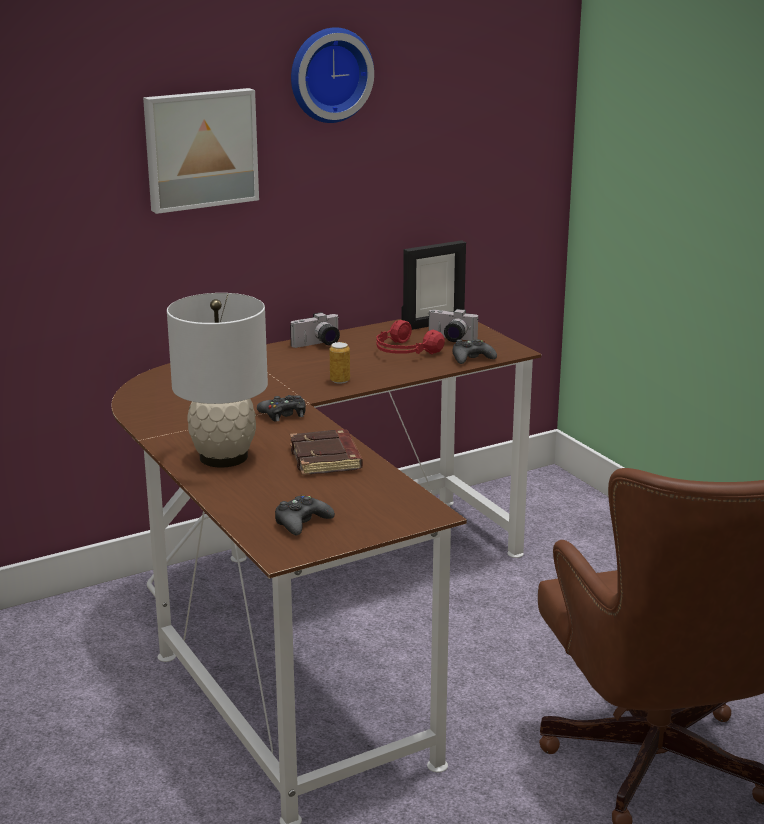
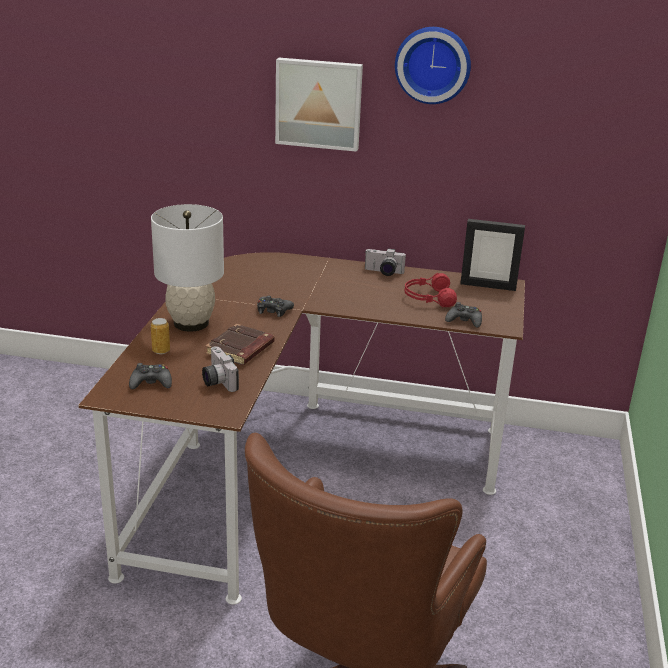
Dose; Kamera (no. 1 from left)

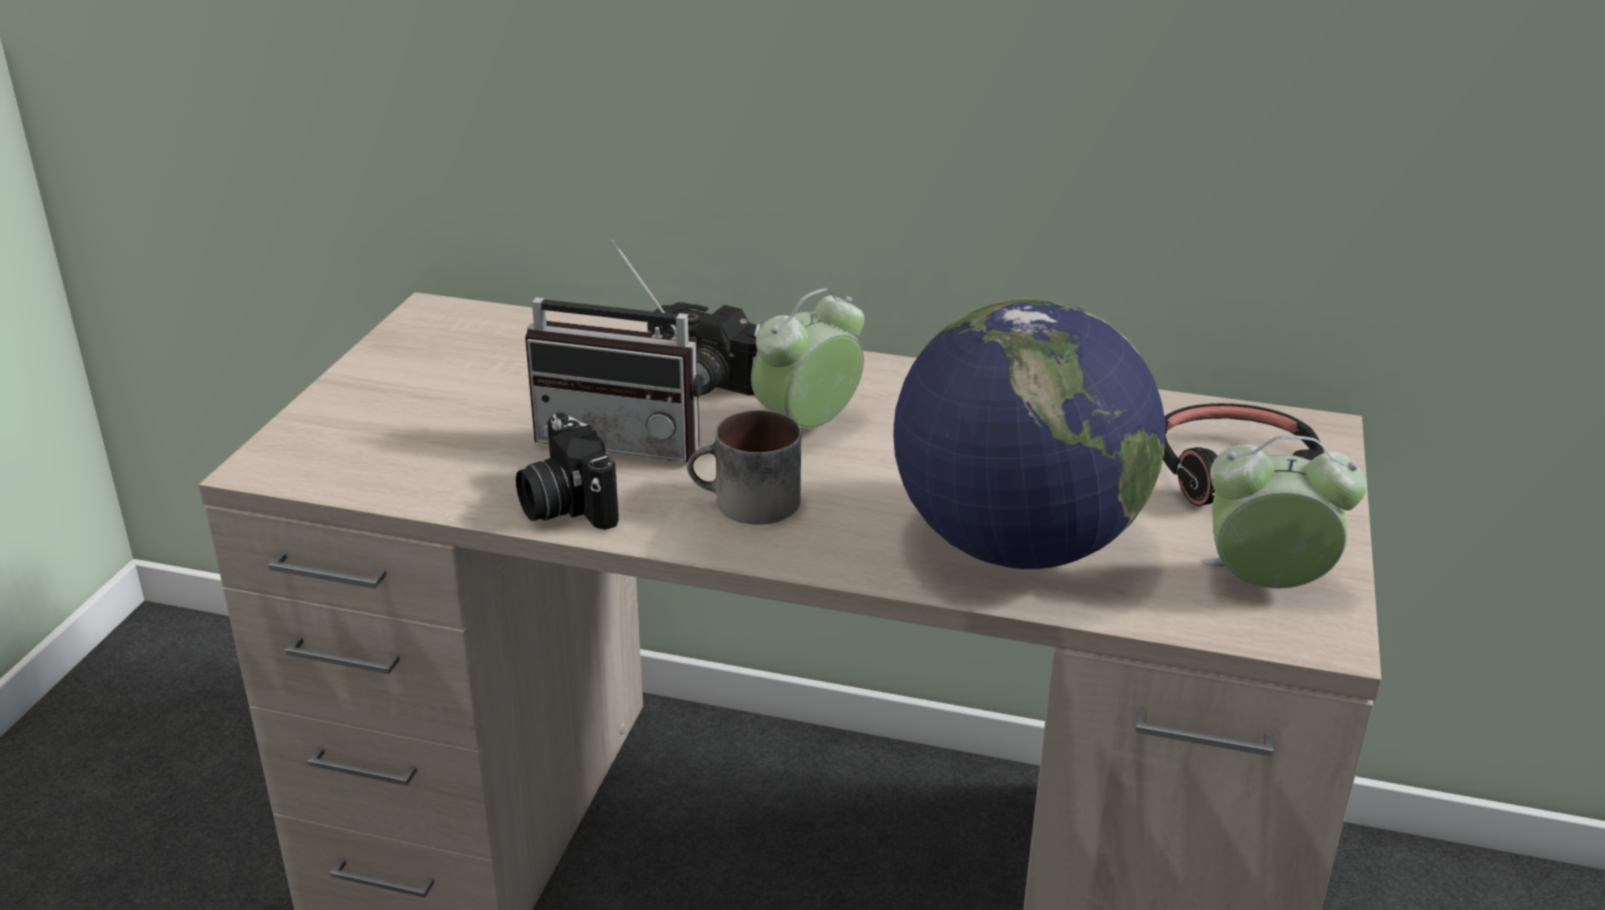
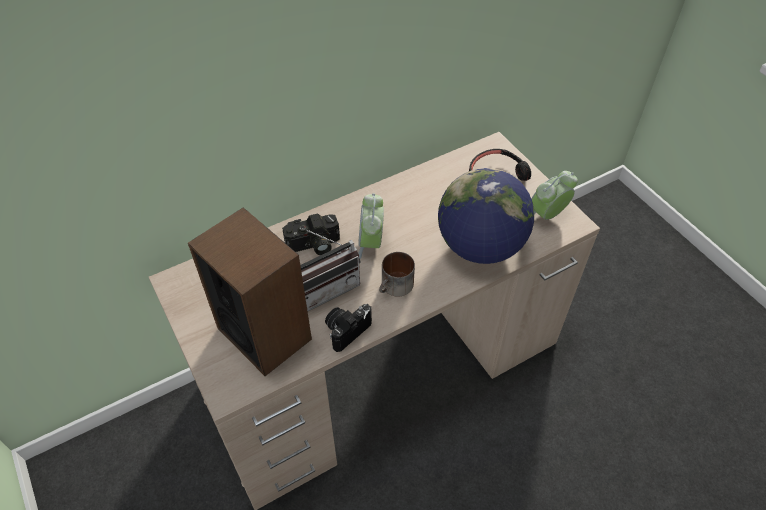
Lautsprecher; Kamera (no. 2 from left)

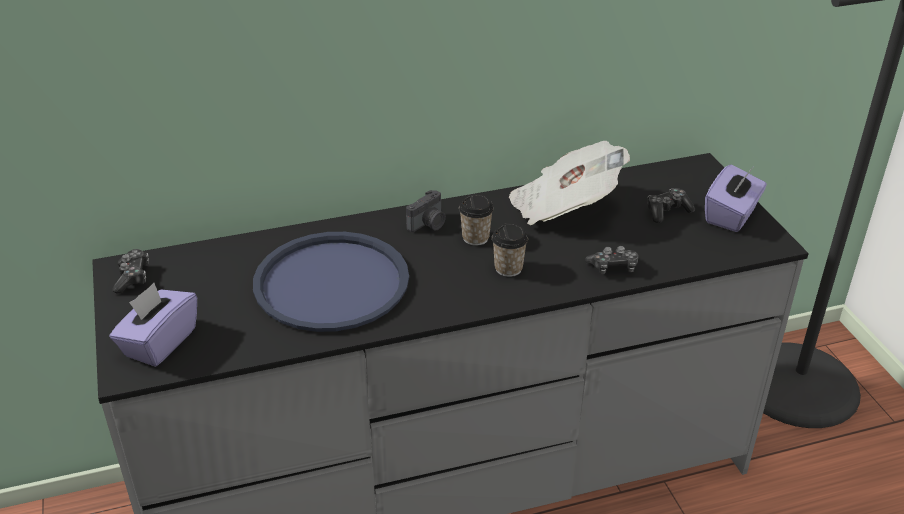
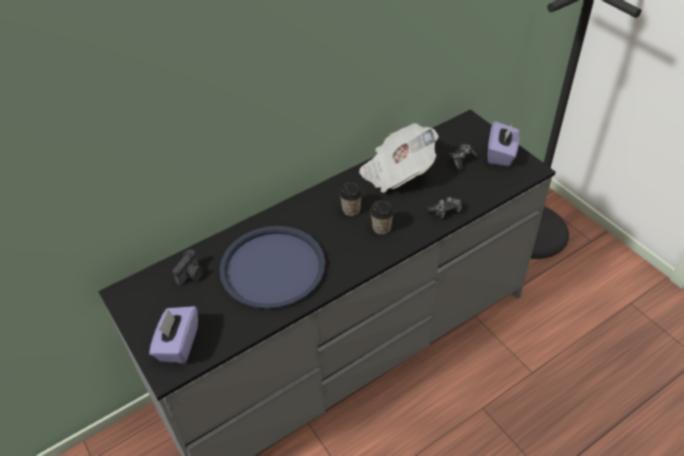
Kamera; Gamepad (no. 1 from left in the first image)

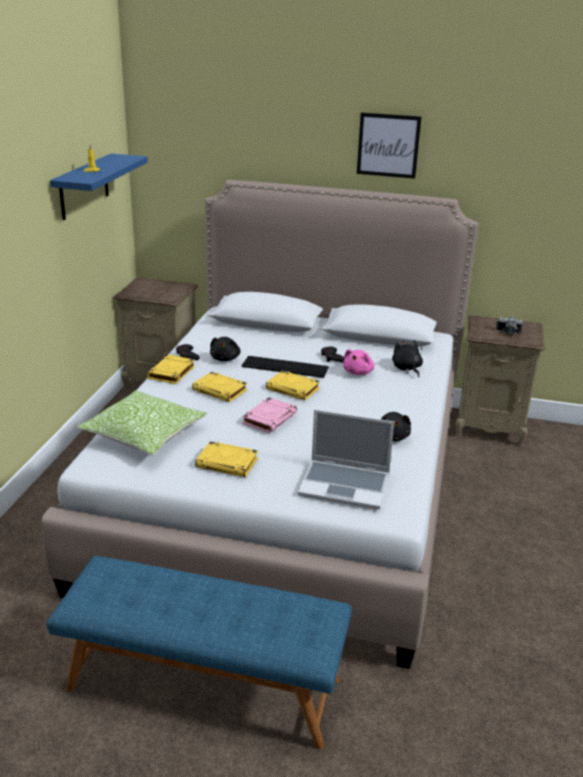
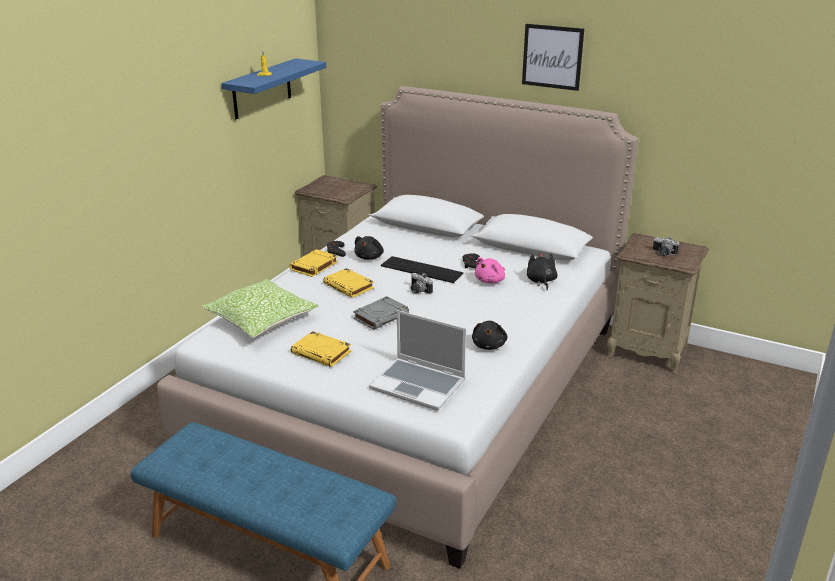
Buch [grau]; Kamera (no. 1 from left)

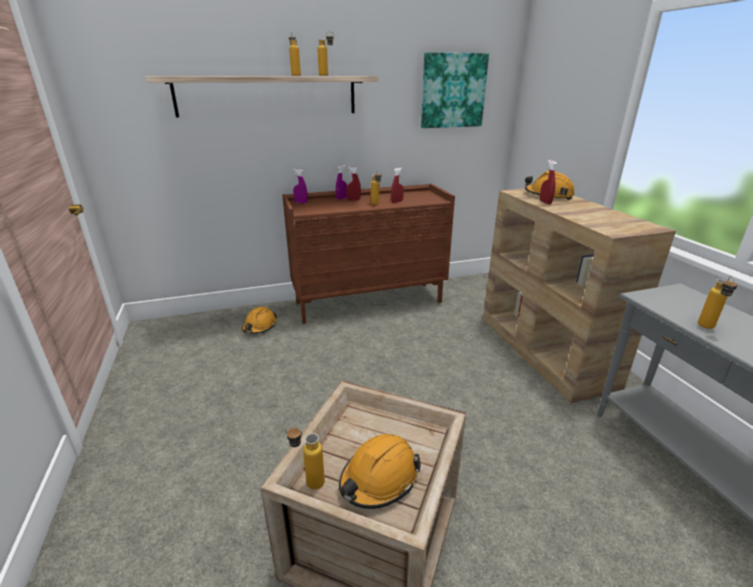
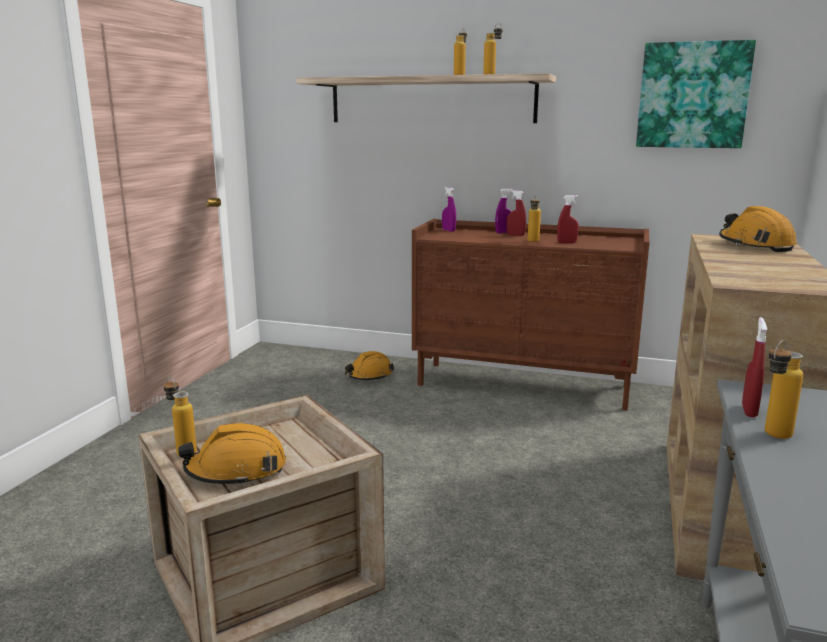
Sprühflasche [rot] (no. 3 from left)

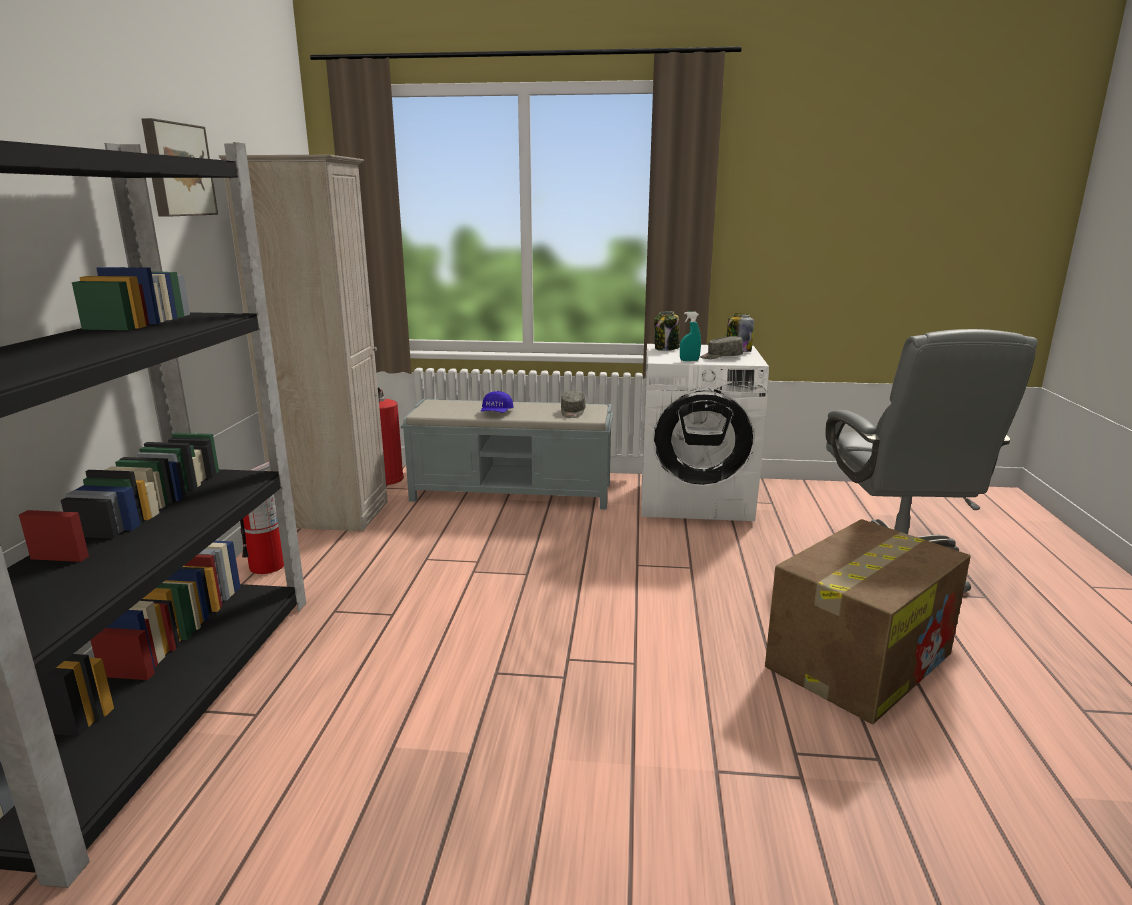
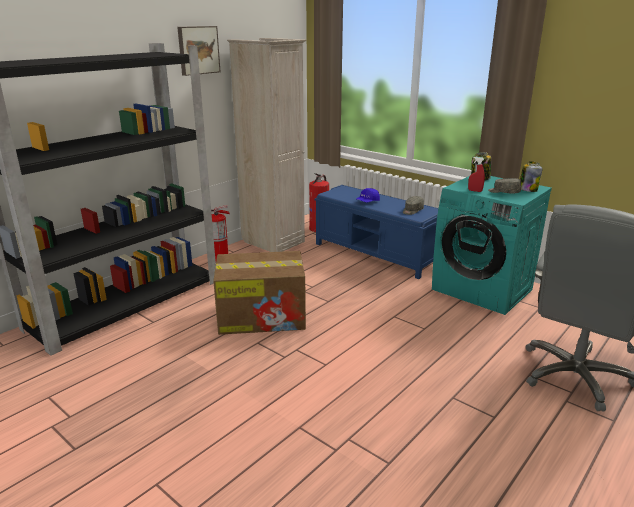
Karton; Bank [blau]; Waschmaschine [türkis]; Sprühflasche [rot]

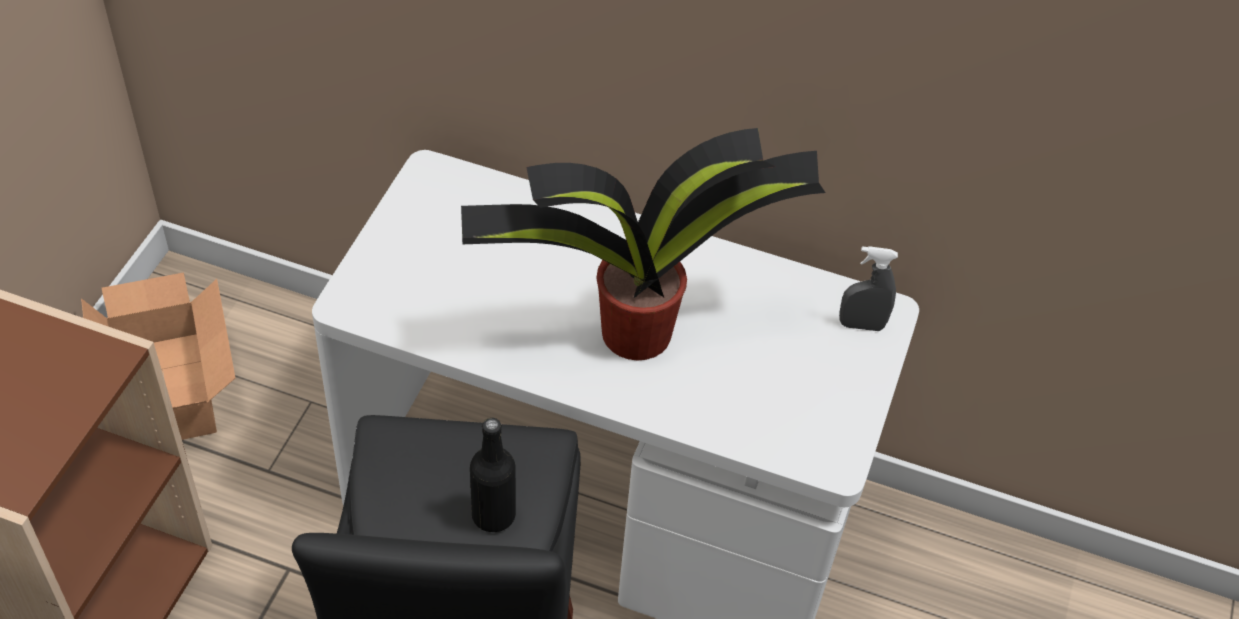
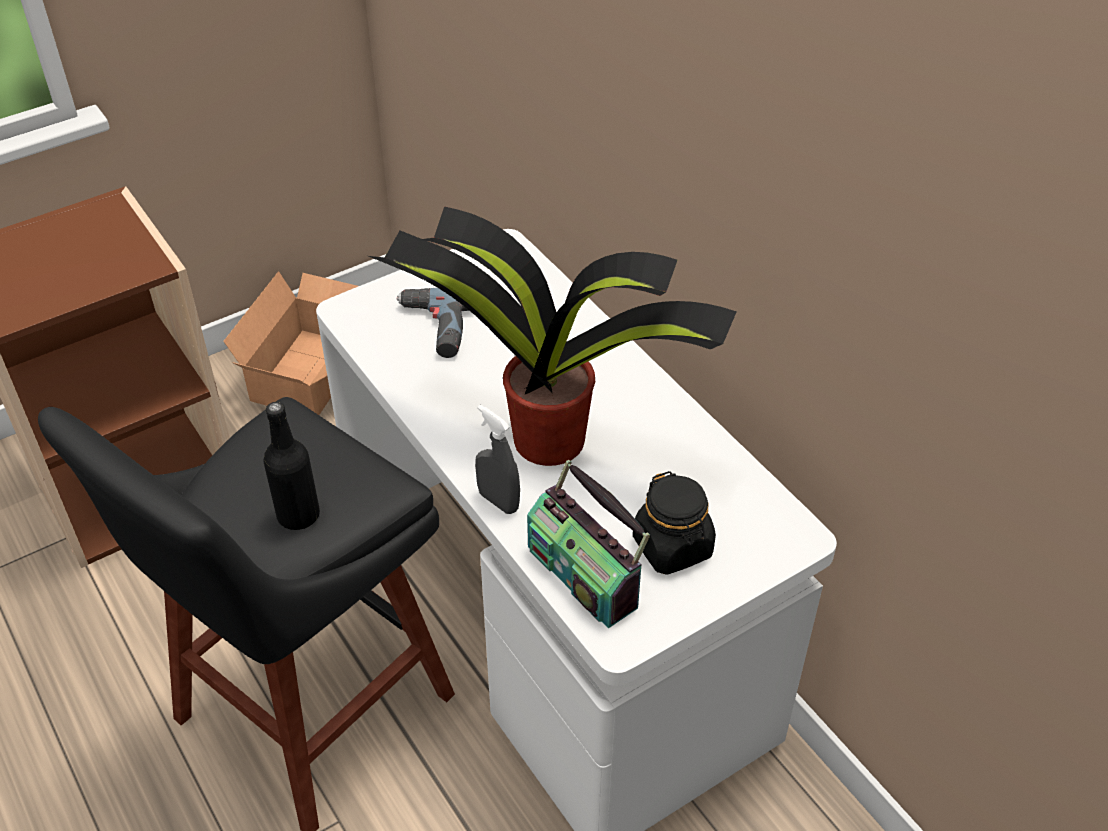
Bohrmaschine; Sprühflasche [grau]; Radio; Vorratsglas [schwarz]

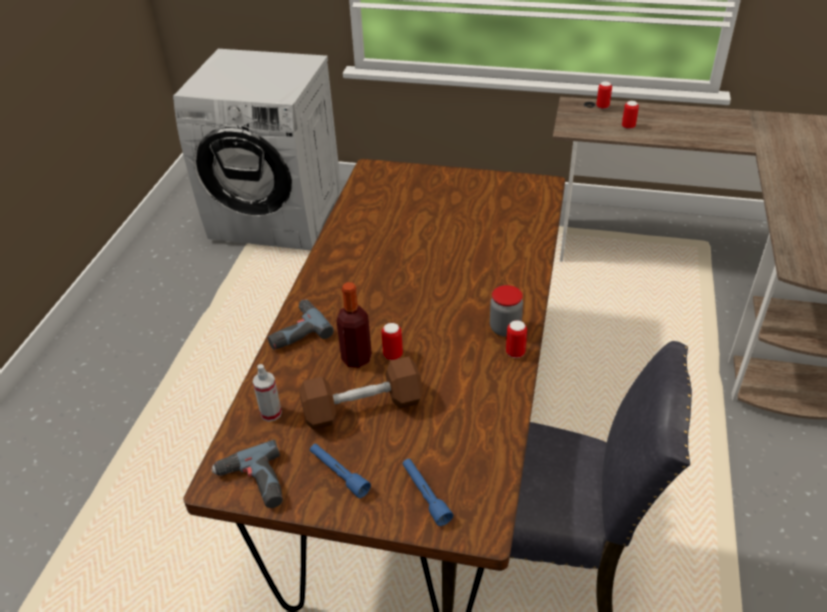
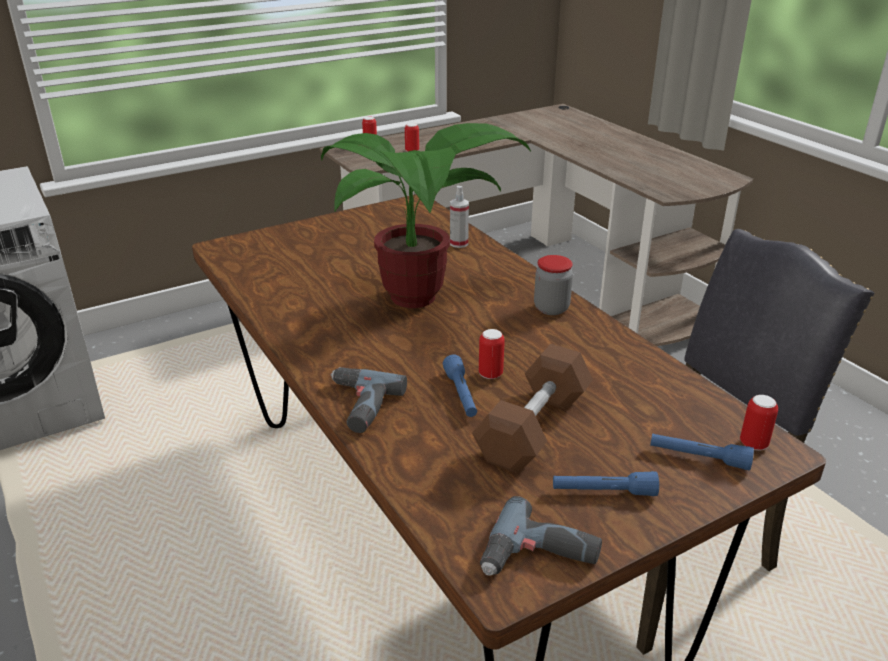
Topfpflanze; Taschenlampe [blau] (no. 1 from left); Sprühflasche; Dose (no. 4 from left)

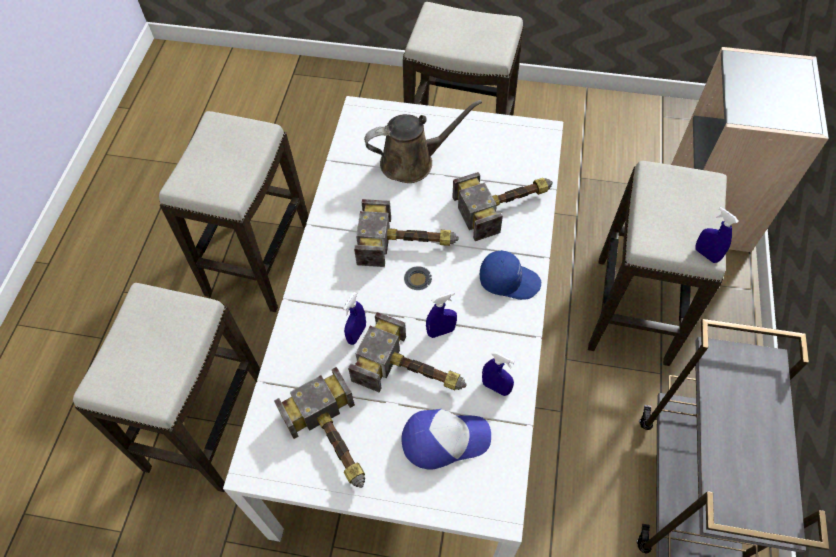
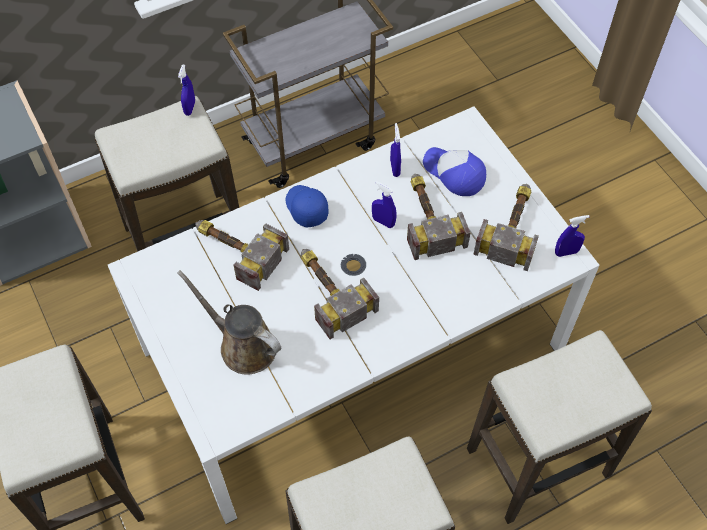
Sprühflasche [blau] (no. 4 from left)

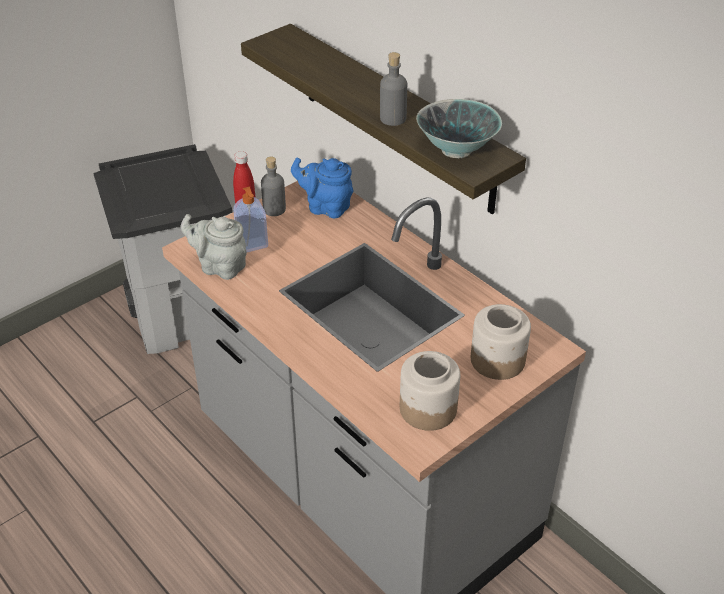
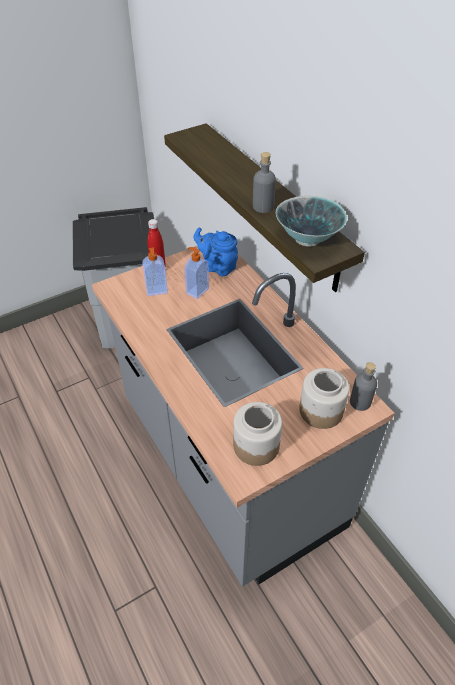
Seifenspender (no. 2 from left); Flasche [grau] (no. 2 from left); Teekanne [grau]

